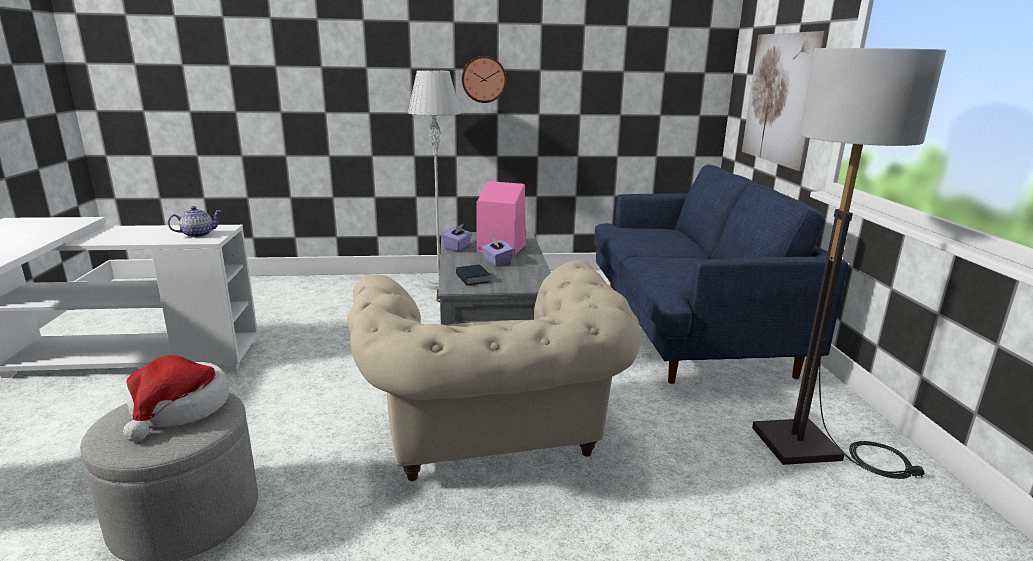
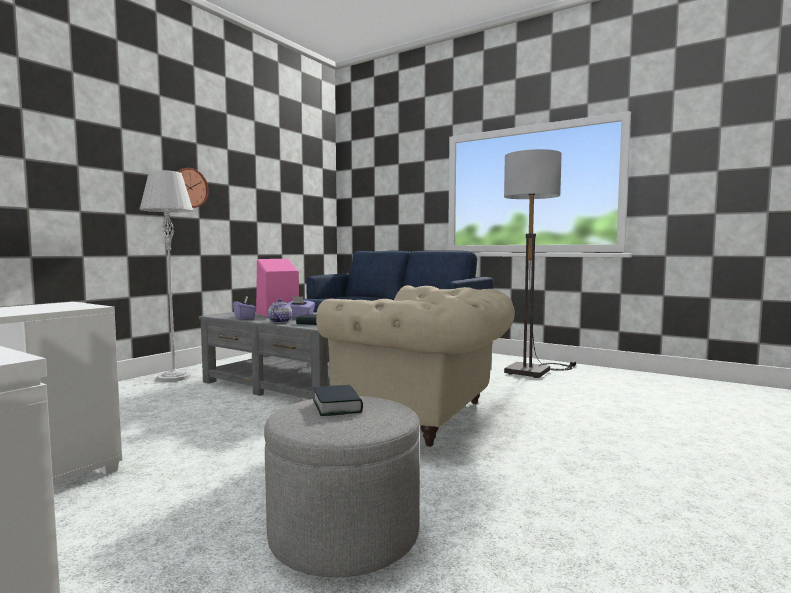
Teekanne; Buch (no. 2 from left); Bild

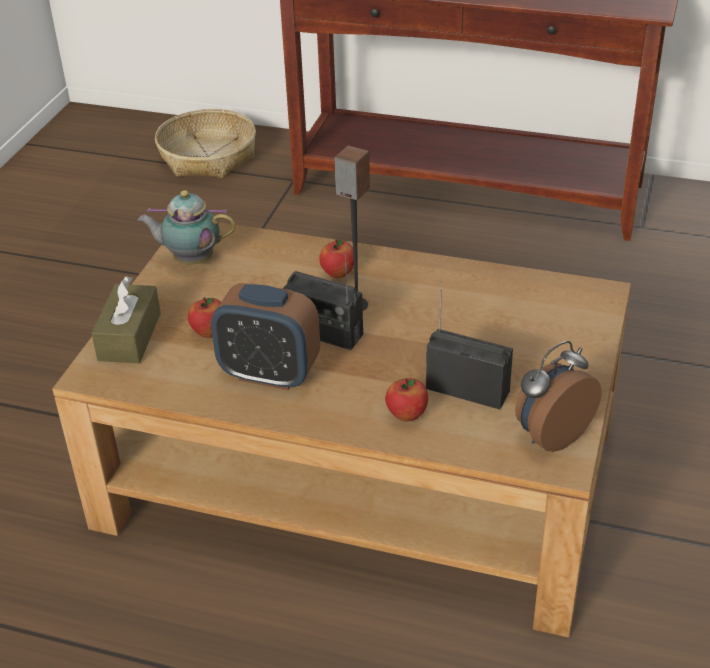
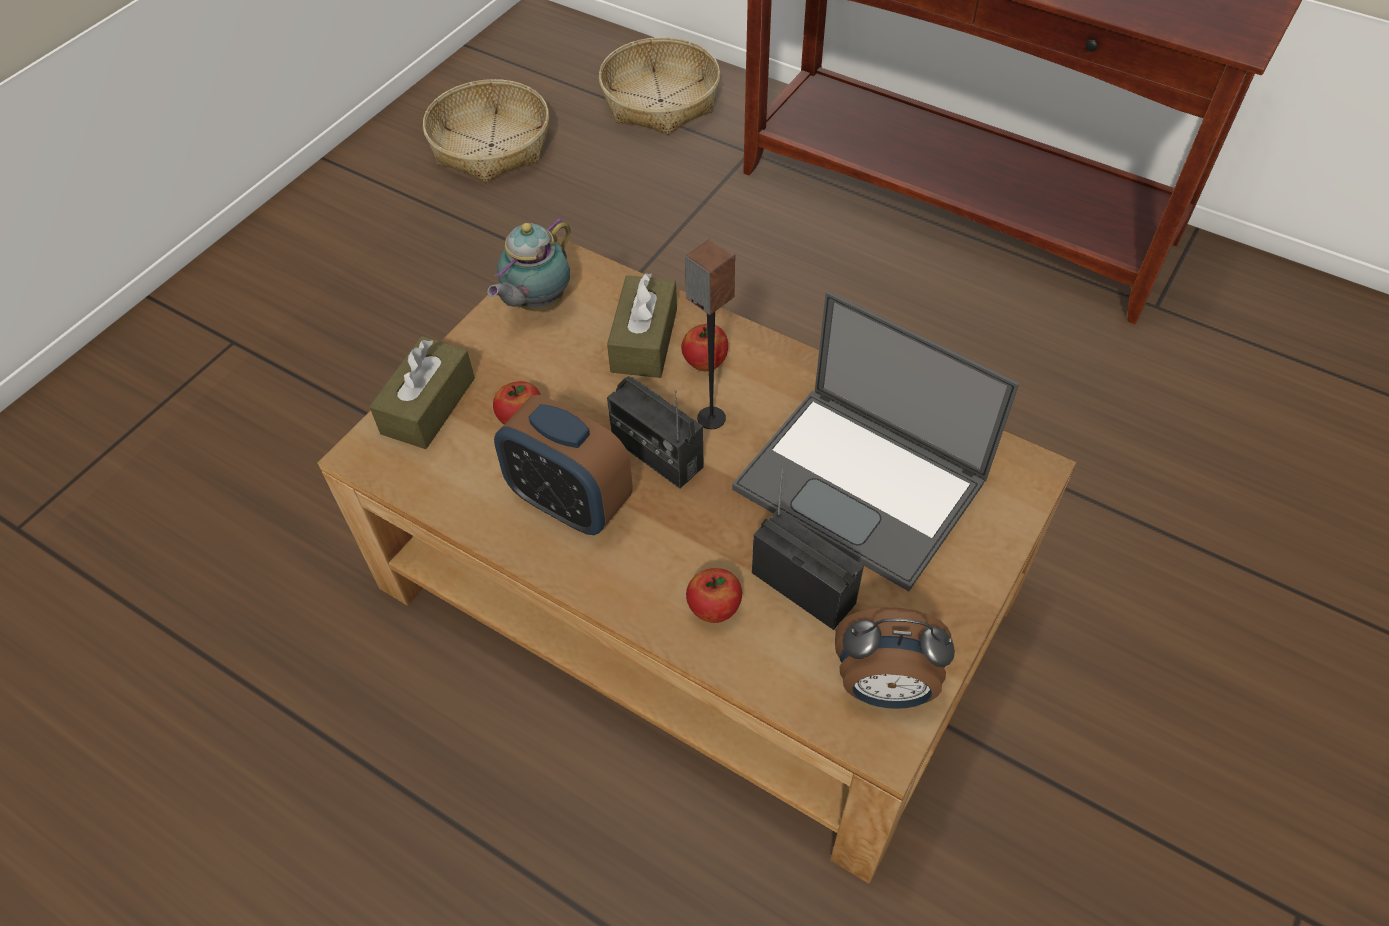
Korb (no. 1 from left); Teekanne; Taschentuchbox [braun] (no. 2 from left); Laptop; Wecker (no. 2 from left)

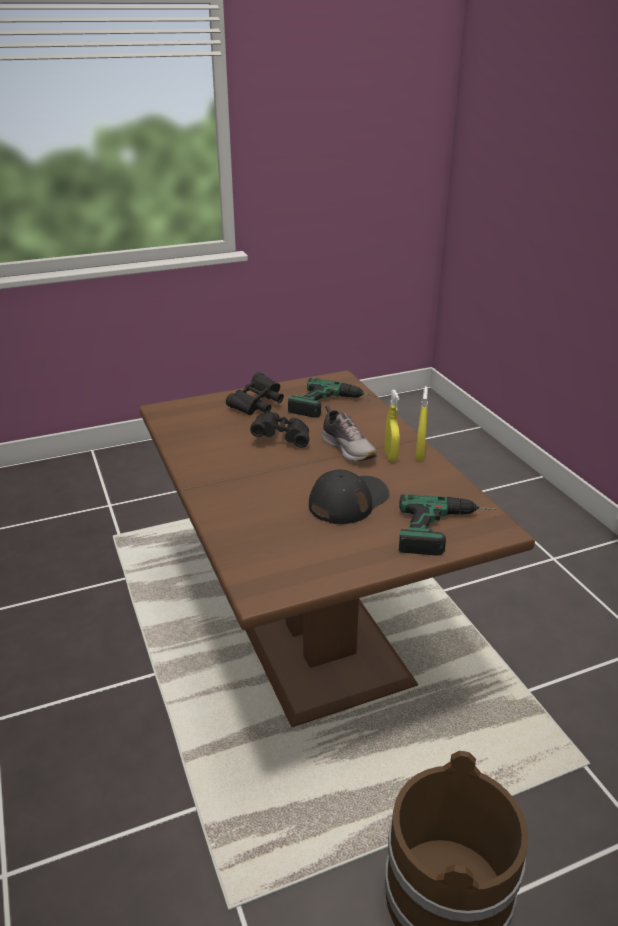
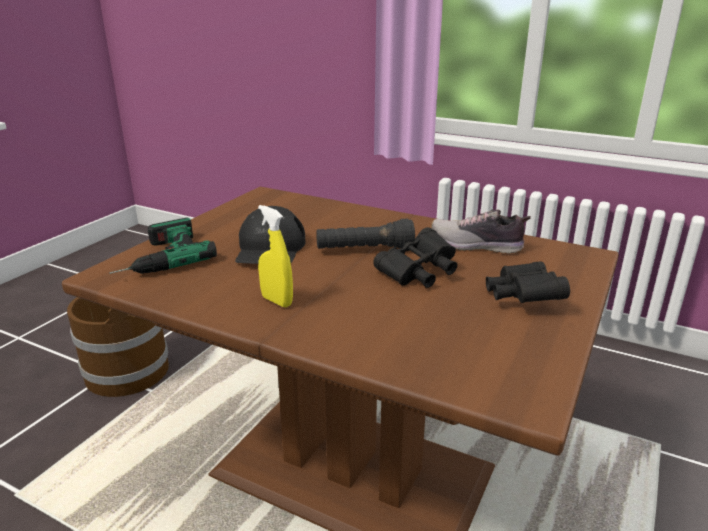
Taschenlampe [schwarz]; Schuh; Bohrmaschine (no. 1 from left in the first image); Sprühflasche [gelb] (no. 2 from left in the first image)

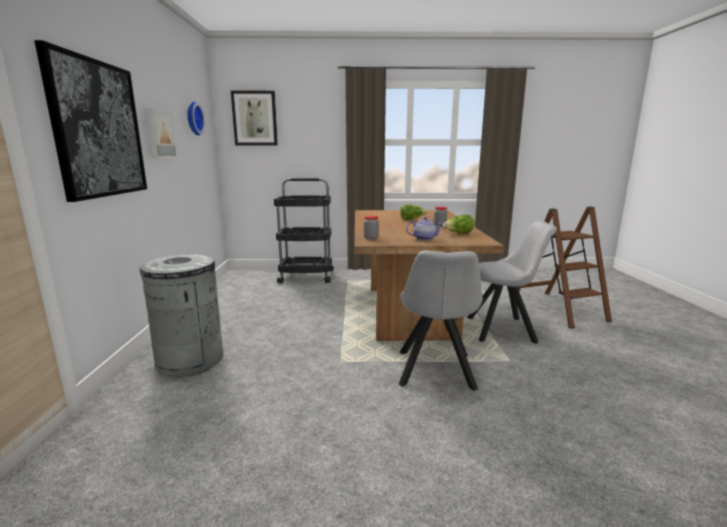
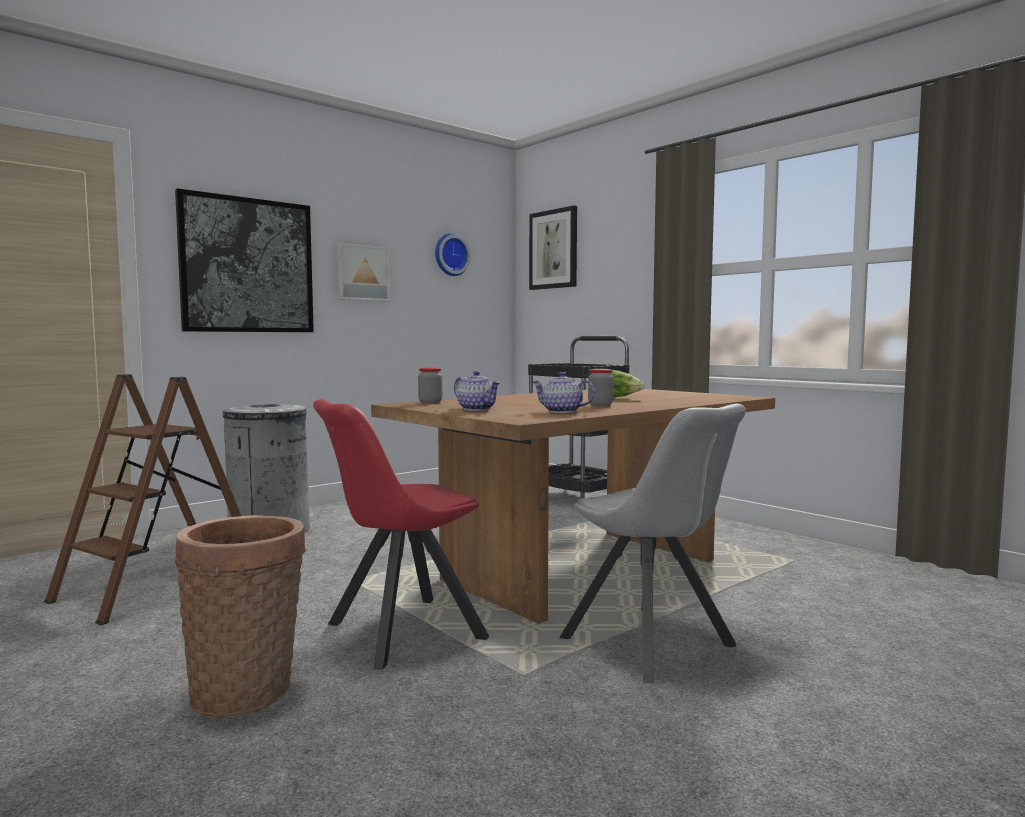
Trittleiter [braun]; Korb; Stuhl [rot]; Teekanne (no. 2 from left)

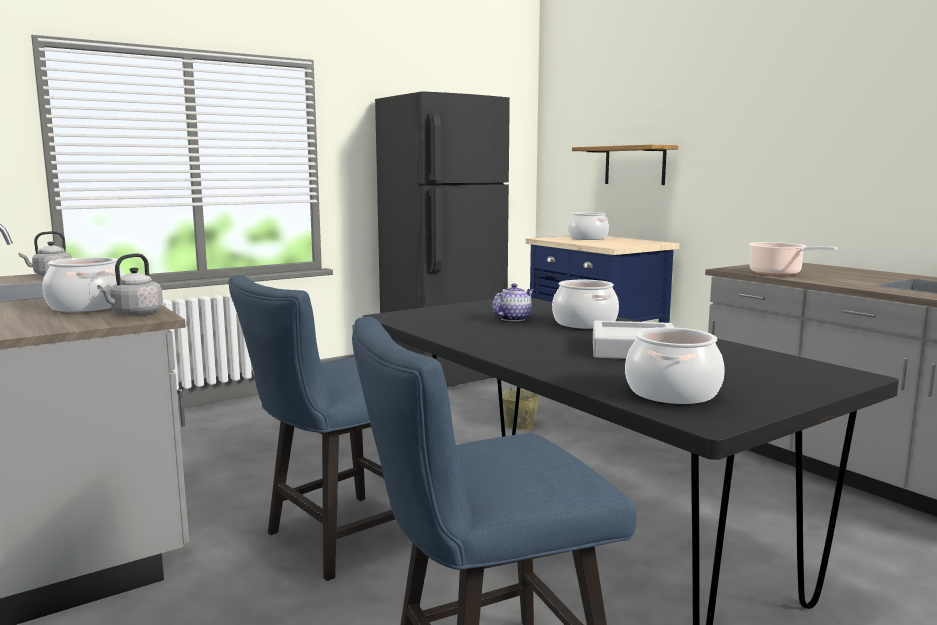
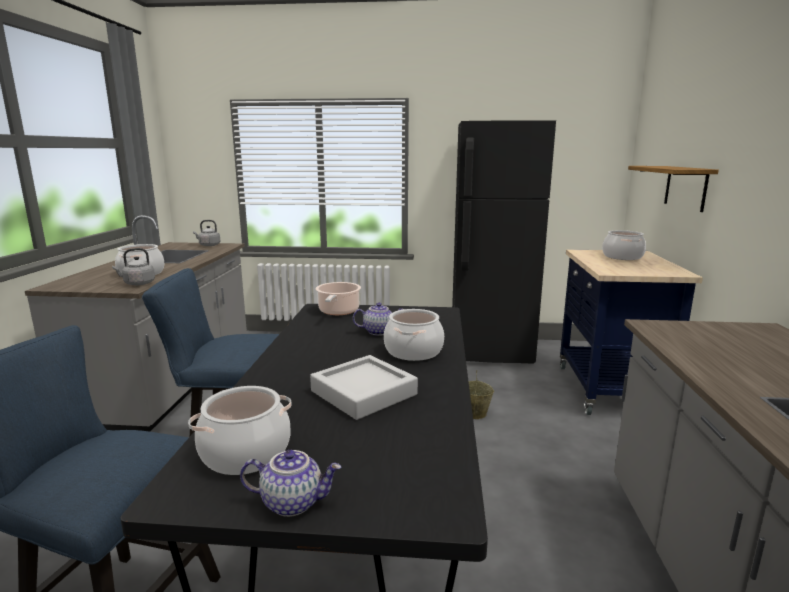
Teekanne (no. 1 from left); Kochtopf (no. 3 from left)

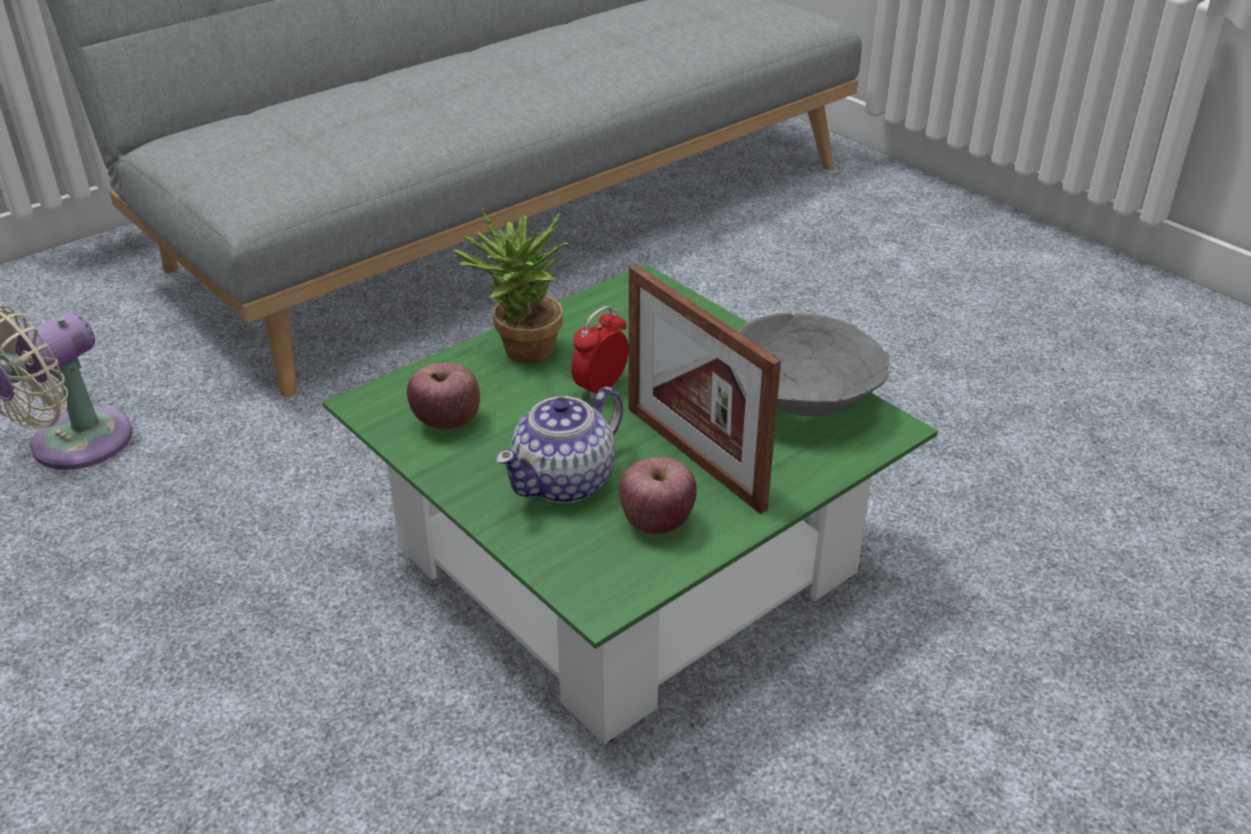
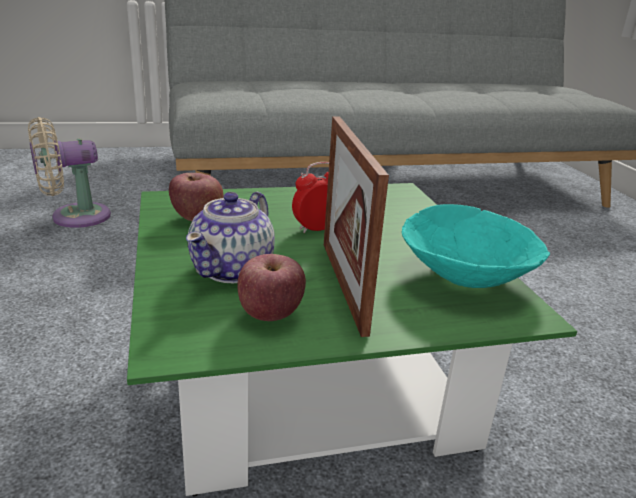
Teekanne; Schüssel [türkis]; Topfpflanze

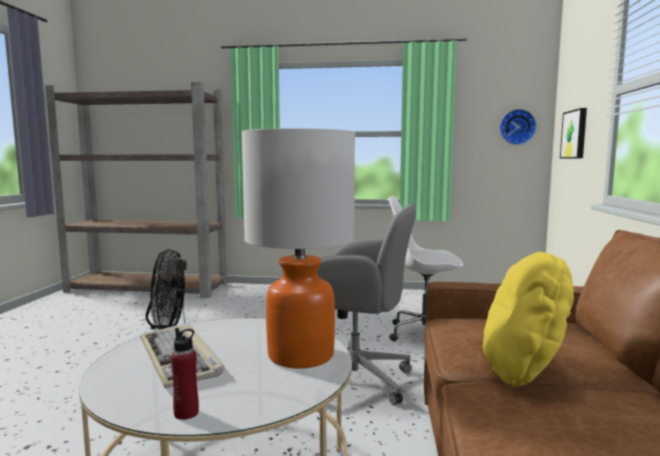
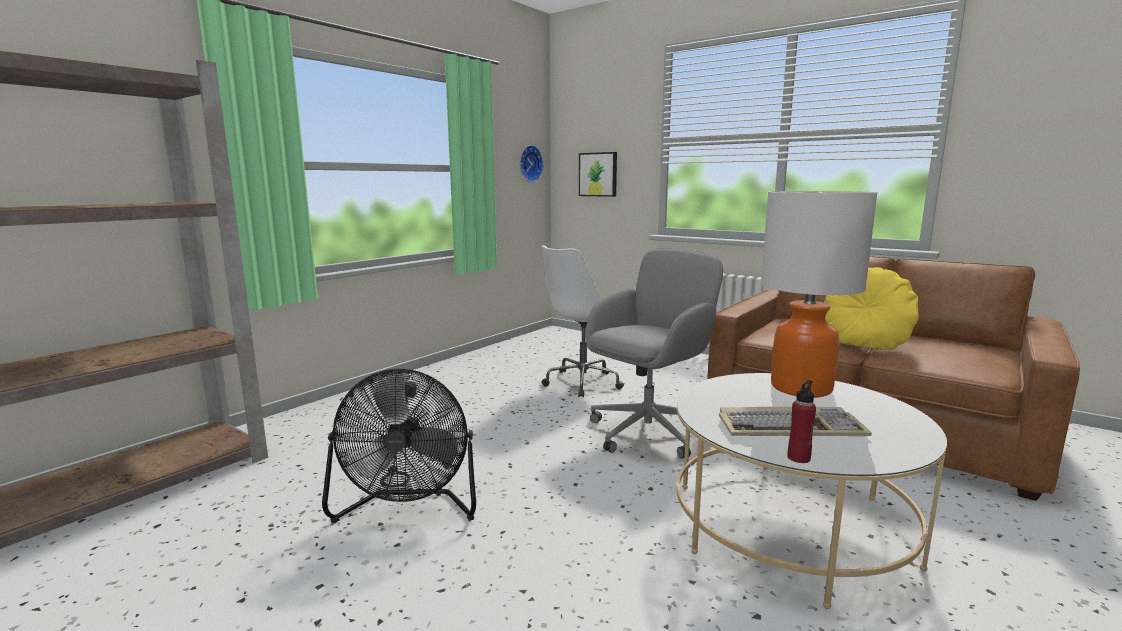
Flasche [rot]

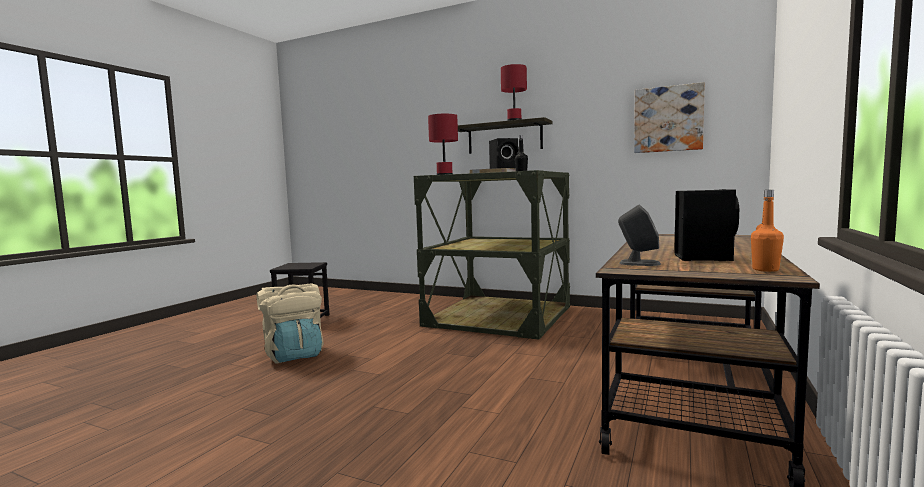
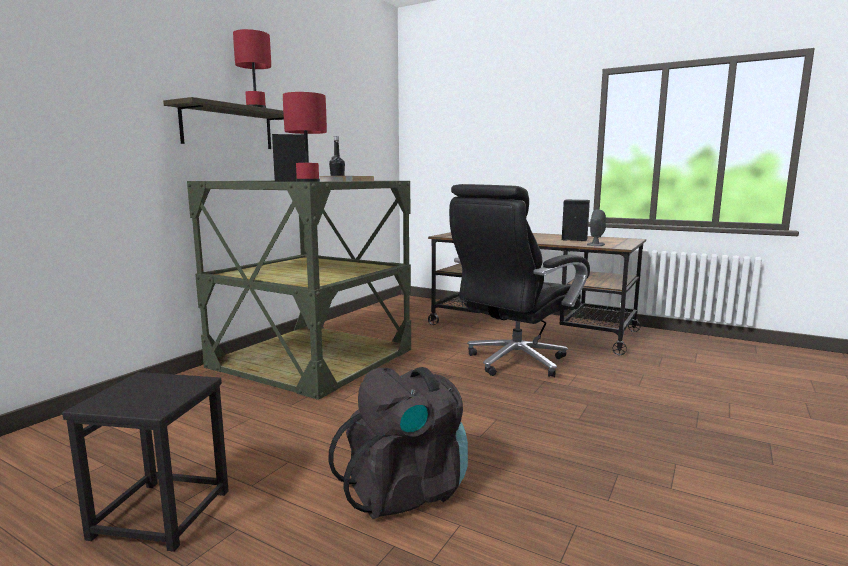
Rucksack [schwarz]; Bürostuhl [schwarz]; Bild; Flasche [orange]

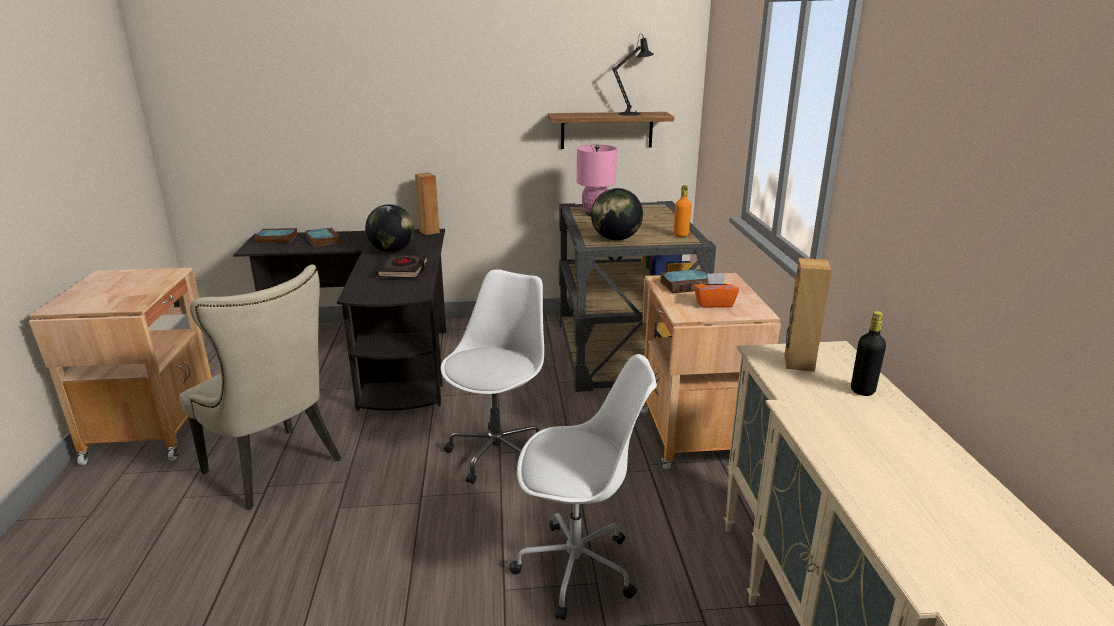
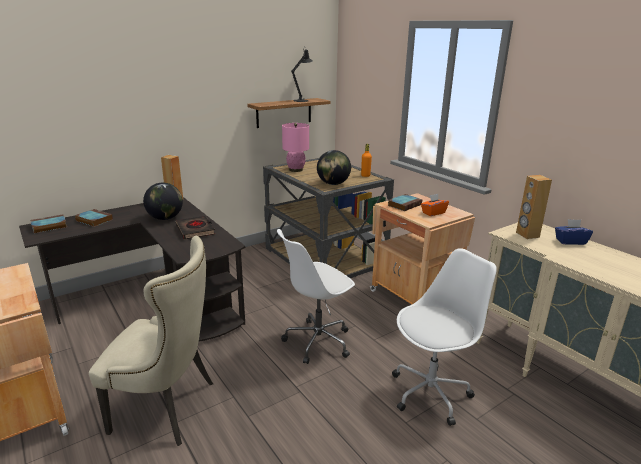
Bürostuhl [weiß] (no. 1 from left); Taschentuchbox [blau]

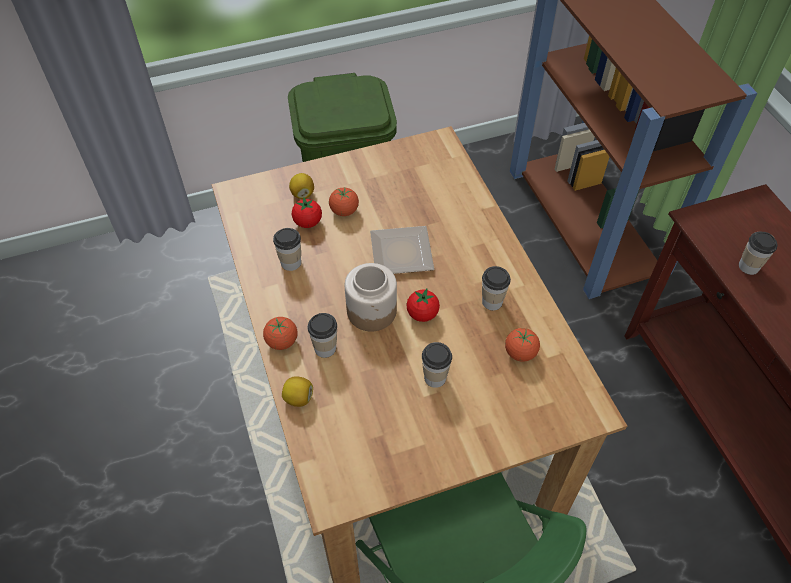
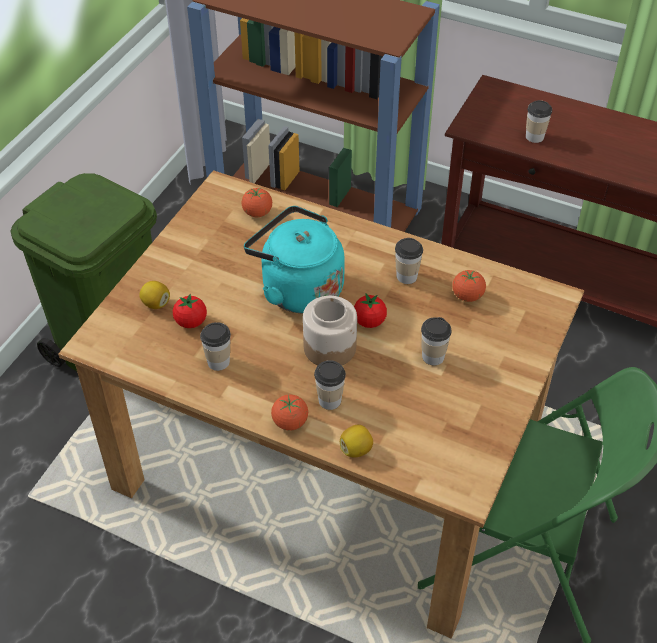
Tomate (no. 2 from left); Wasserkessel [türkis]

